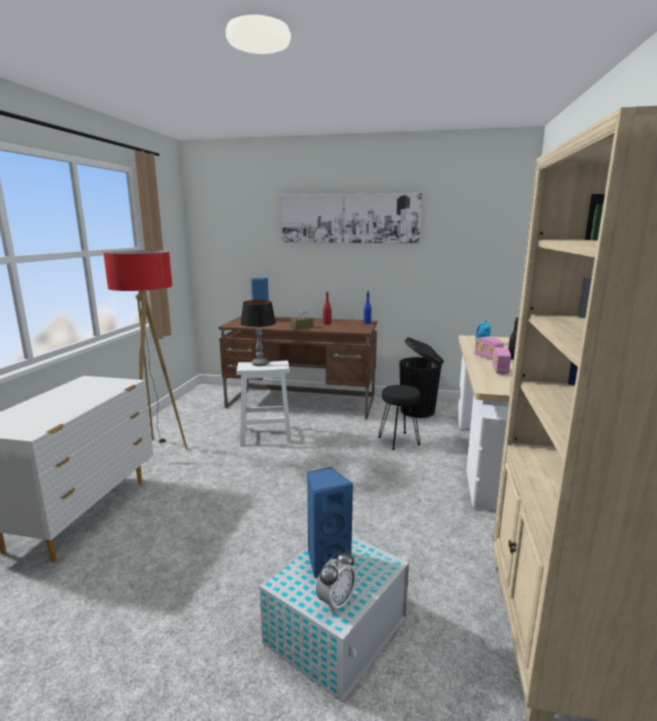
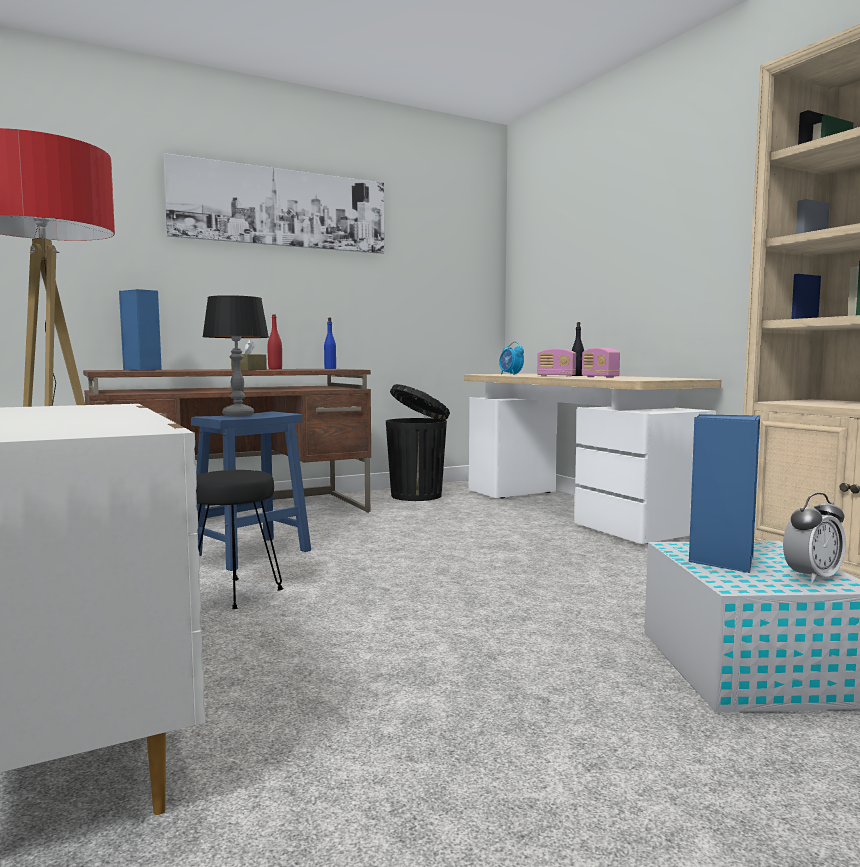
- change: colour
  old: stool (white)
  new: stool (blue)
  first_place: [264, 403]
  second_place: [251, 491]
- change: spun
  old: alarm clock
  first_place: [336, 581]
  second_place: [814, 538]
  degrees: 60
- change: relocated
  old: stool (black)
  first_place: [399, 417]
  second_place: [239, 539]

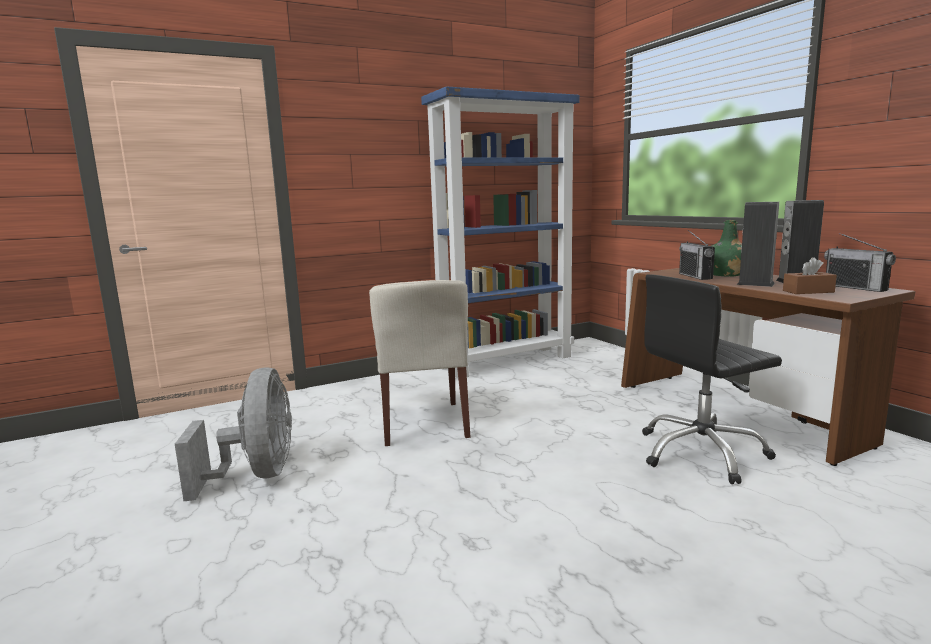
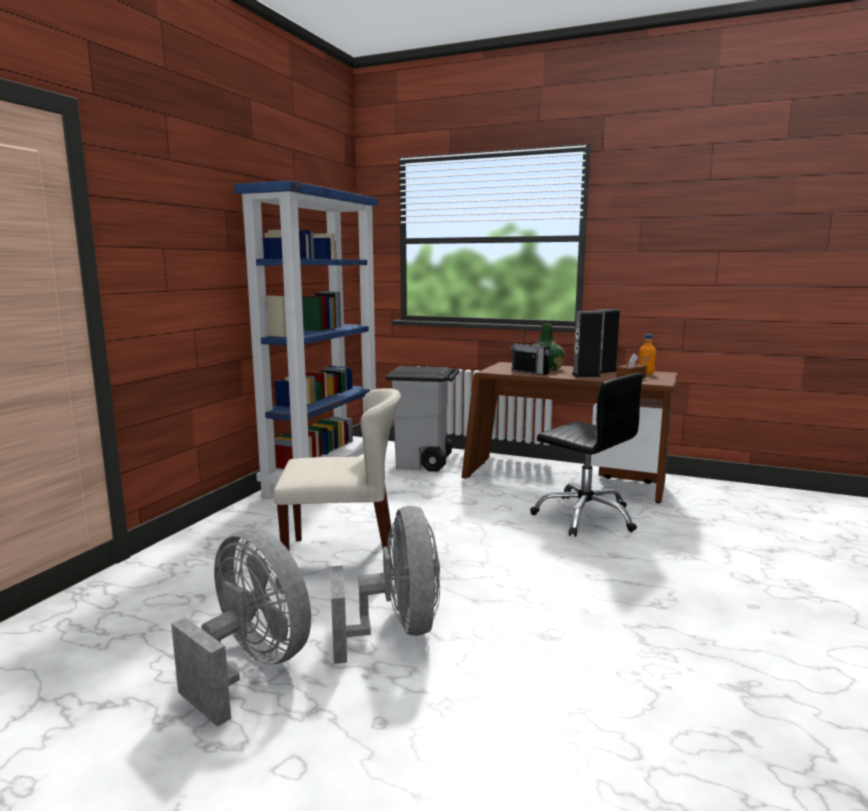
- change: spun
  old: chair (beige)
  first_place: [419, 363]
  second_place: [337, 478]
  degrees: -45
- change: spun
  old: office chair (black)
  first_place: [712, 379]
  second_place: [587, 455]
  degrees: -75
- change: exchanged
  old: radio
  new: bottle (orange)
  first_place: [860, 262]
  second_place: [647, 354]
- change: appeared
  new: fan (grey)
  second_place: [385, 585]
- change: appeared
  new: trash can (grey)
  second_place: [422, 419]

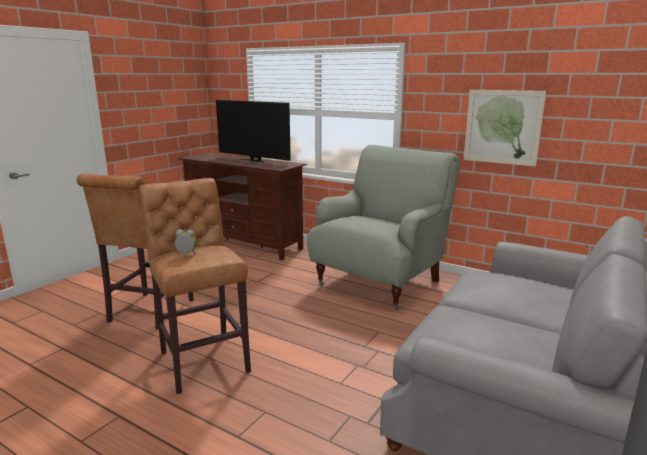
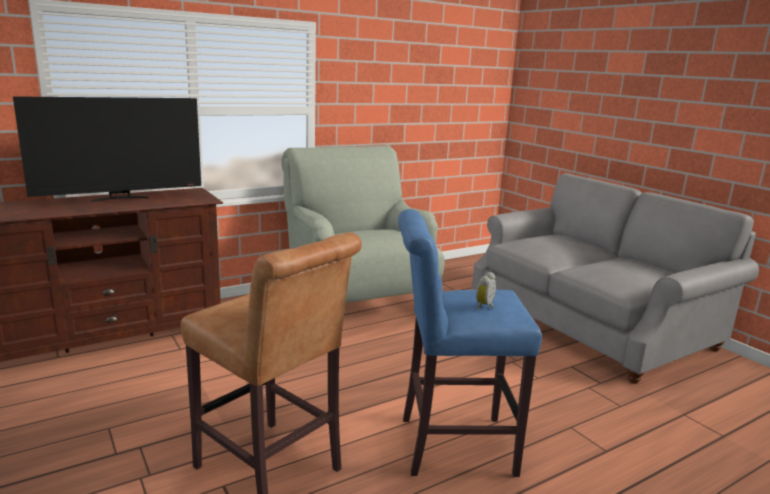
- change: colour
  old: stool (brown)
  new: stool (blue)
  first_place: [195, 286]
  second_place: [470, 343]
- change: missing
  old: picture
  first_place: [505, 128]

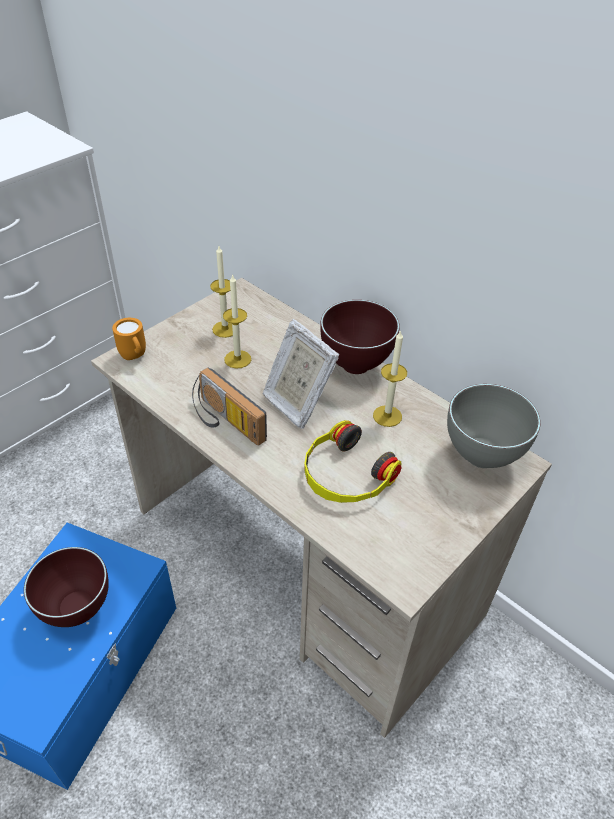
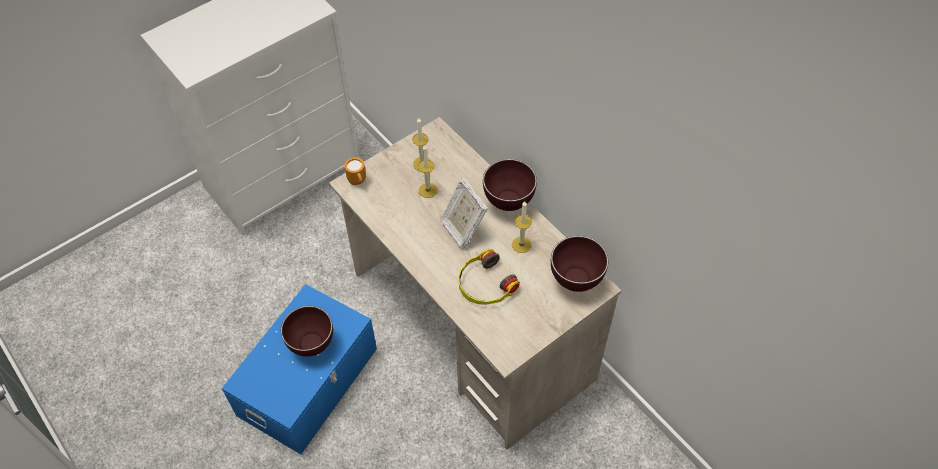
- change: missing
  old: radio
  first_place: [229, 406]
- change: colour
  old: bowl (grey)
  new: bowl (brown)
  first_place: [494, 426]
  second_place: [579, 264]

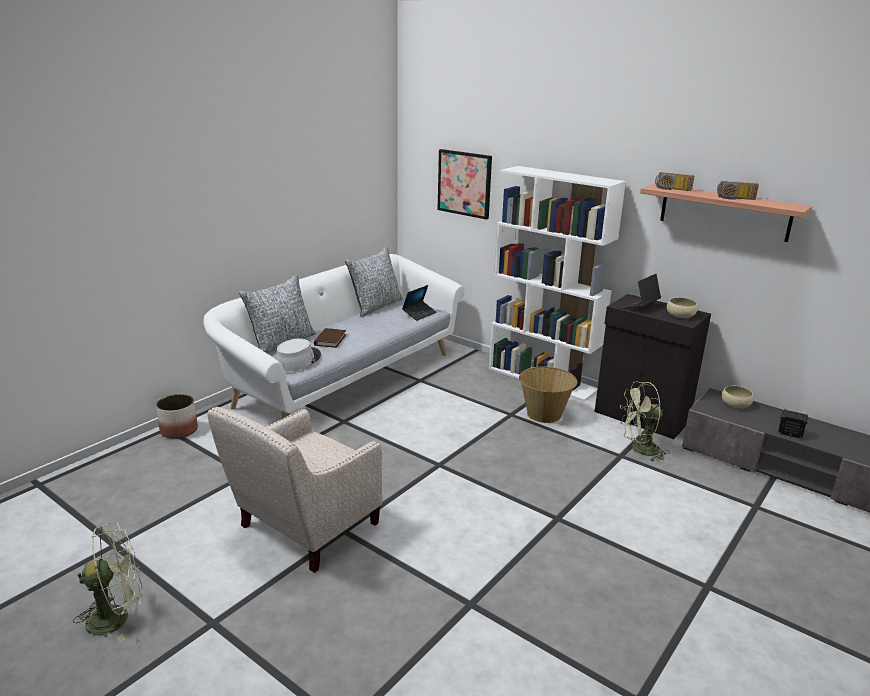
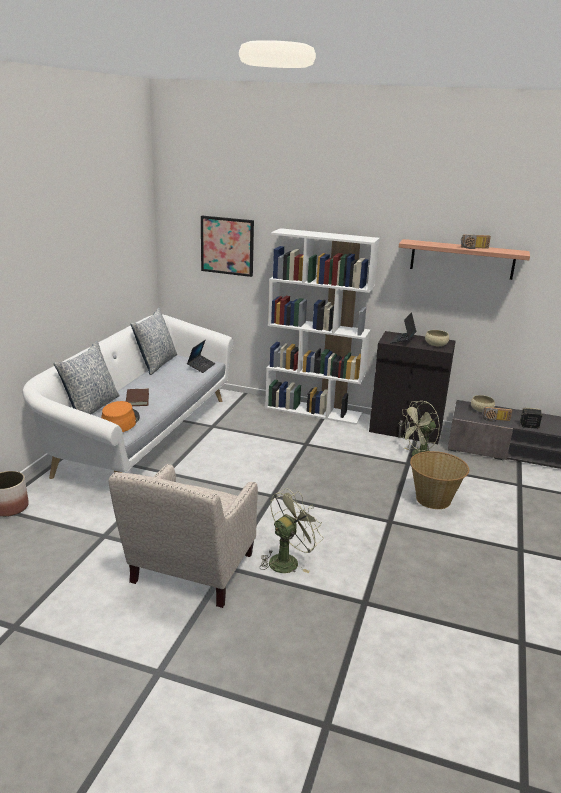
- change: relocated
  old: fan (green)
  first_place: [108, 582]
  second_place: [292, 530]
- change: colour
  old: hat (grey)
  new: hat (orange)
  first_place: [298, 354]
  second_place: [120, 416]
- change: relocated
  old: basket
  first_place: [548, 394]
  second_place: [439, 480]
- change: relocated
  old: radio
  first_place: [674, 181]
  second_place: [497, 414]

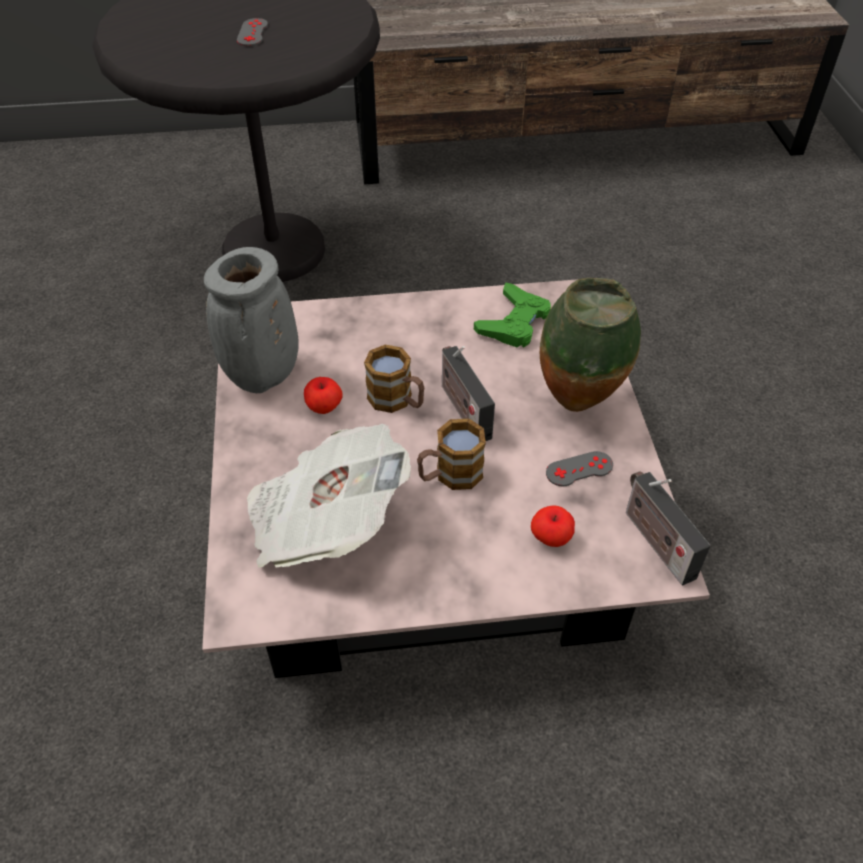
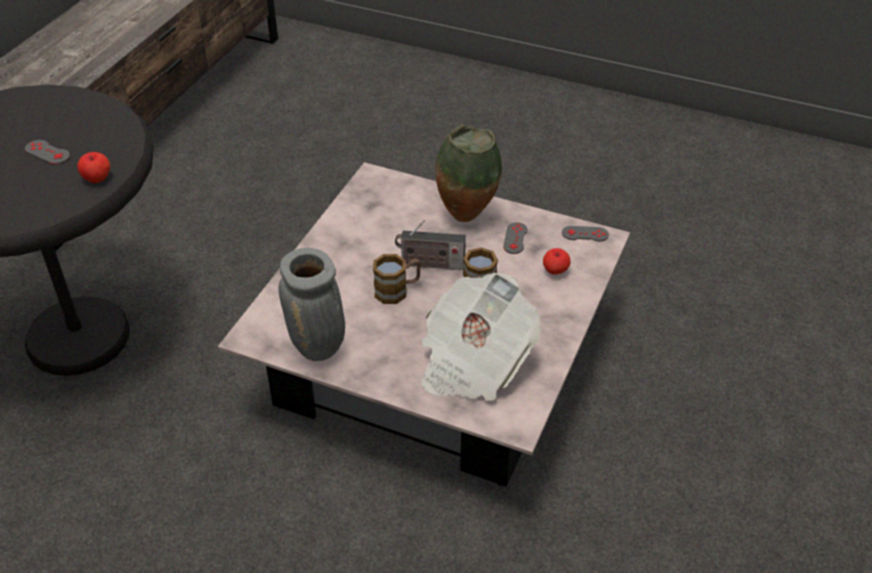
- change: relocated
  old: apple
  first_place: [323, 395]
  second_place: [93, 167]
- change: missing
  old: game controller (green)
  first_place: [512, 315]
- change: exchanged
  old: radio
  new: game controller (grey)
  first_place: [668, 528]
  second_place: [585, 233]

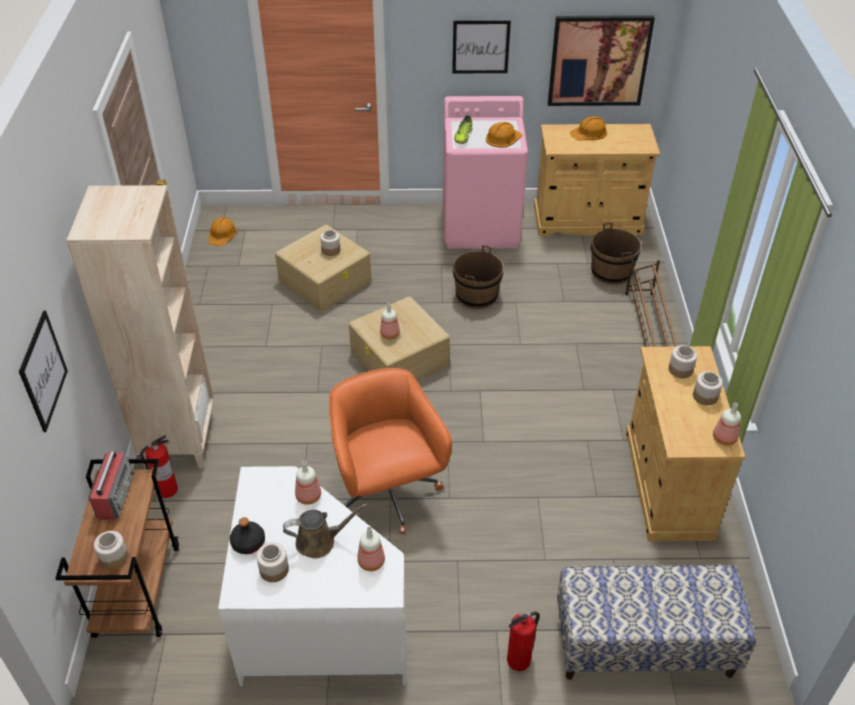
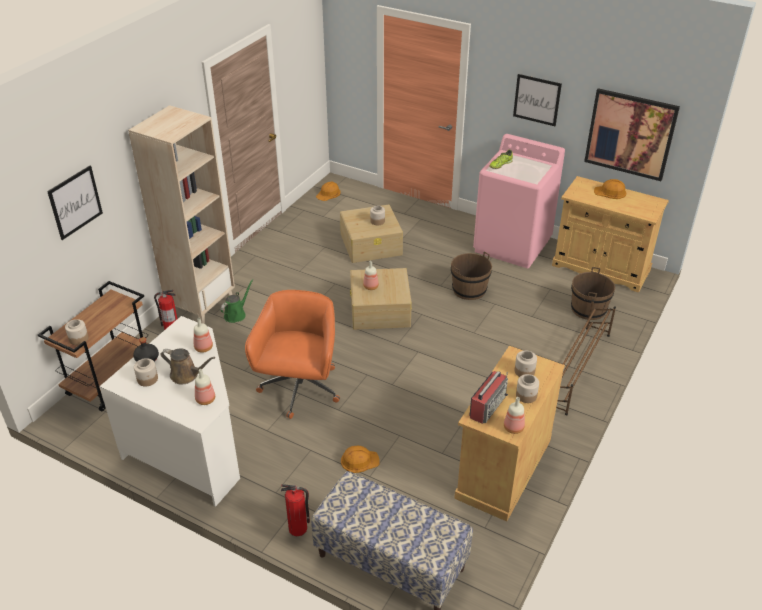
- change: relocated
  old: radio
  first_place: [112, 484]
  second_place: [488, 397]
- change: relocated
  old: hard hat (orange)
  first_place: [504, 135]
  second_place: [360, 459]
- change: appeared
  new: watering can (green)
  second_place: [236, 301]

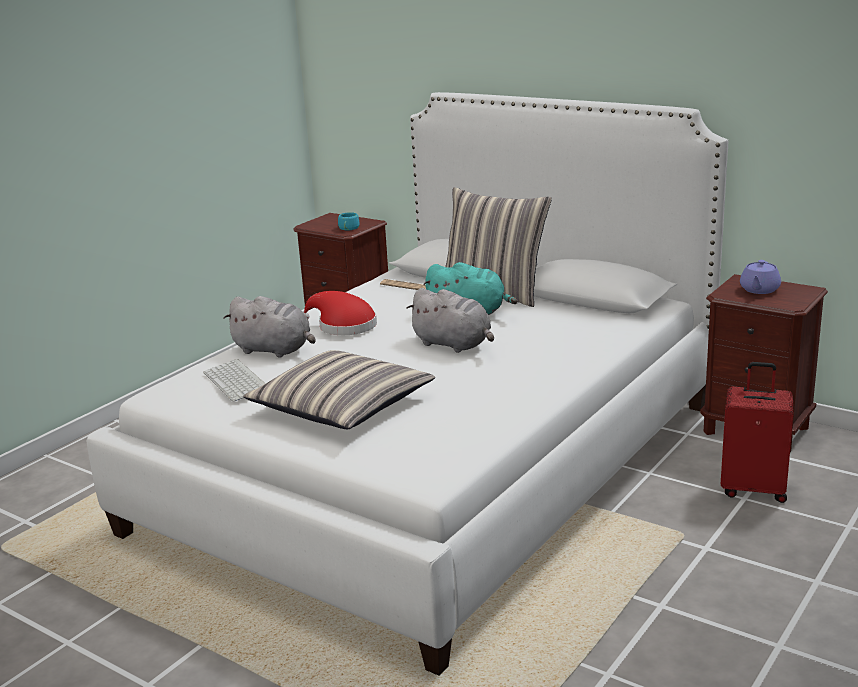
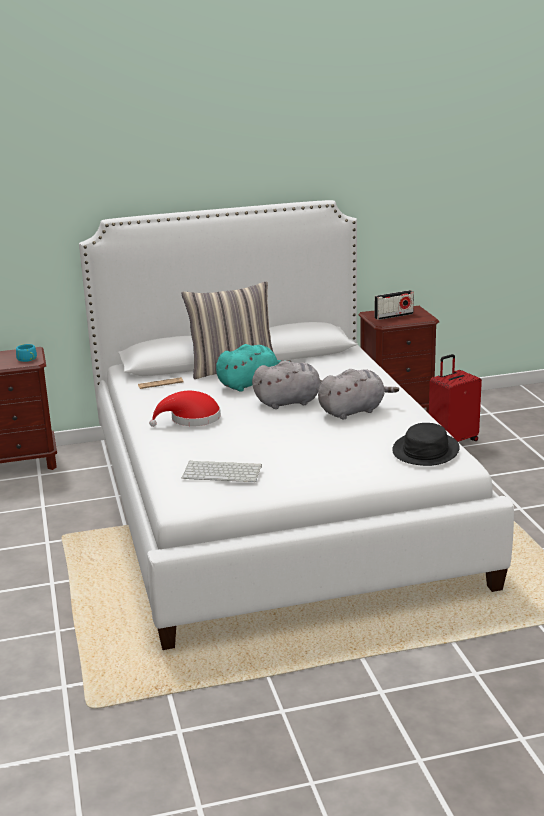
- change: relocated
  old: plush toy (grey)
  first_place: [269, 327]
  second_place: [358, 394]
- change: missing
  old: pillow
  first_place: [339, 390]
- change: exchanged
  old: teapot (purple)
  new: radio
  first_place: [760, 277]
  second_place: [394, 305]
- change: appeared
  new: hat (black)
  second_place: [426, 444]

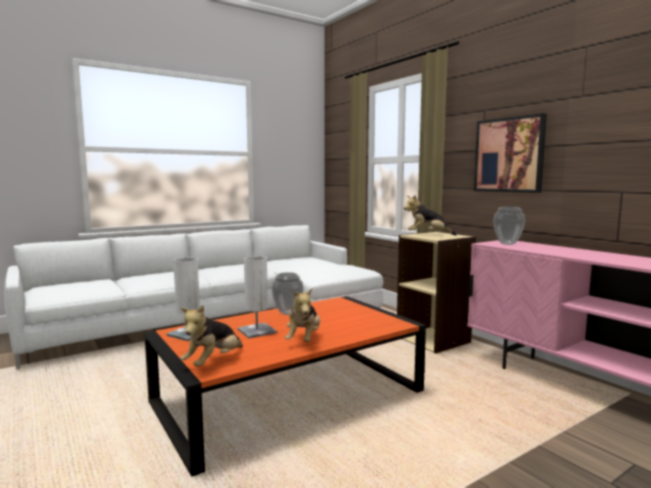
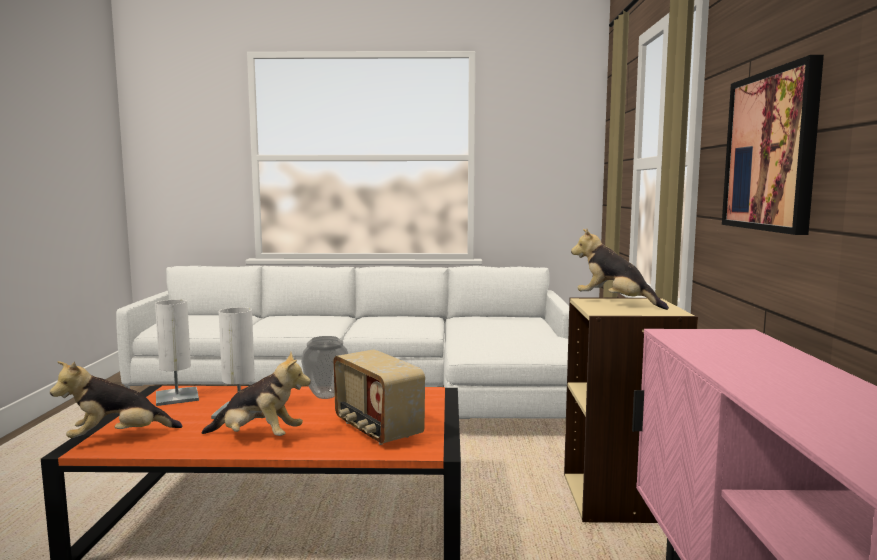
- change: spun
  old: plush toy
  first_place: [302, 315]
  second_place: [256, 394]
  degrees: -120
- change: missing
  old: vase
  first_place: [509, 225]
- change: appeared
  new: radio
  second_place: [379, 397]

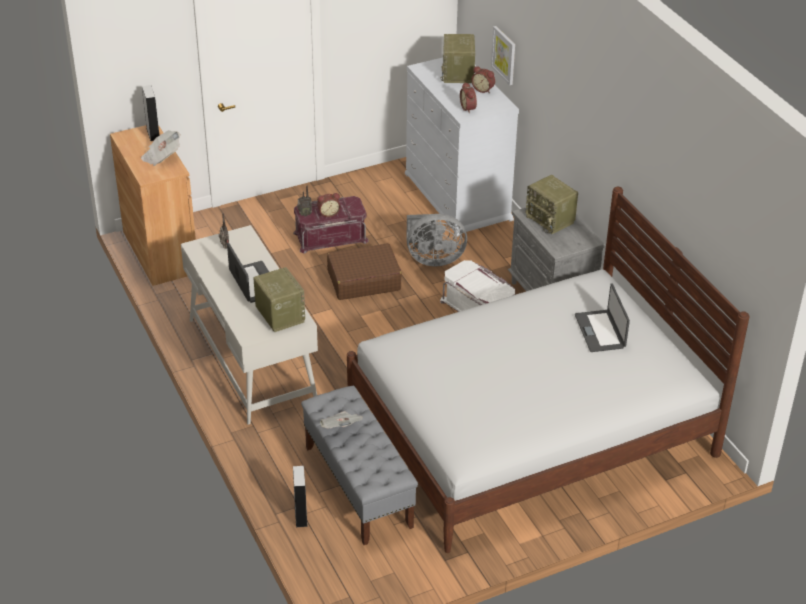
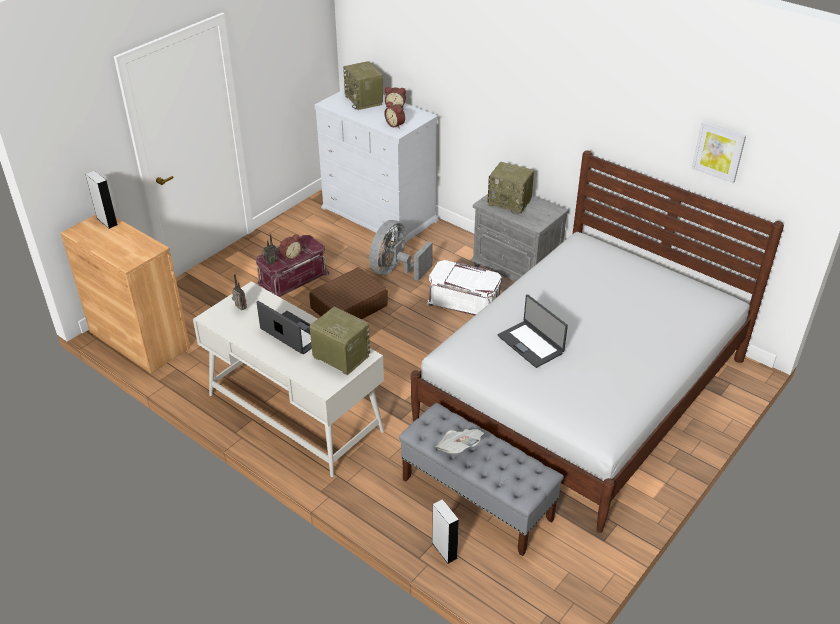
- change: missing
  old: newspaper
  first_place: [161, 148]
- change: spun
  old: fan (grey)
  first_place: [436, 240]
  second_place: [401, 250]
  degrees: 150
- change: relocated
  old: picture
  first_place: [503, 55]
  second_place: [719, 152]
- change: relocated
  old: laptop
  first_place: [602, 318]
  second_place: [533, 331]

